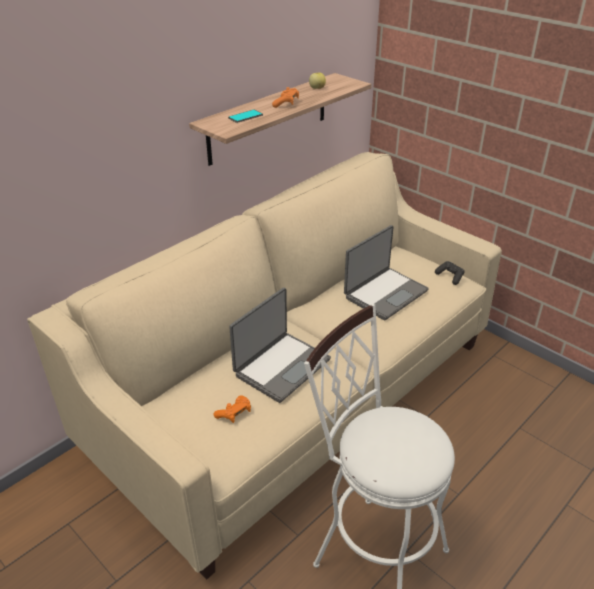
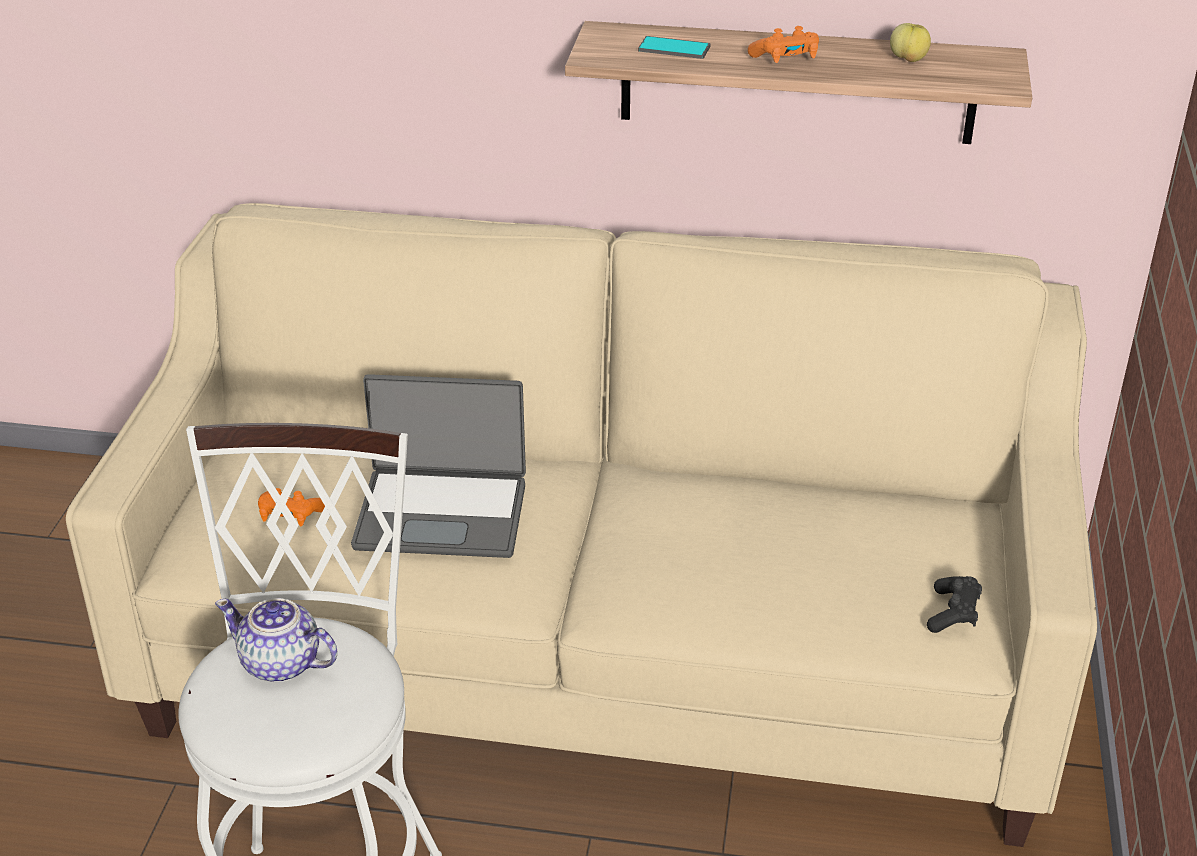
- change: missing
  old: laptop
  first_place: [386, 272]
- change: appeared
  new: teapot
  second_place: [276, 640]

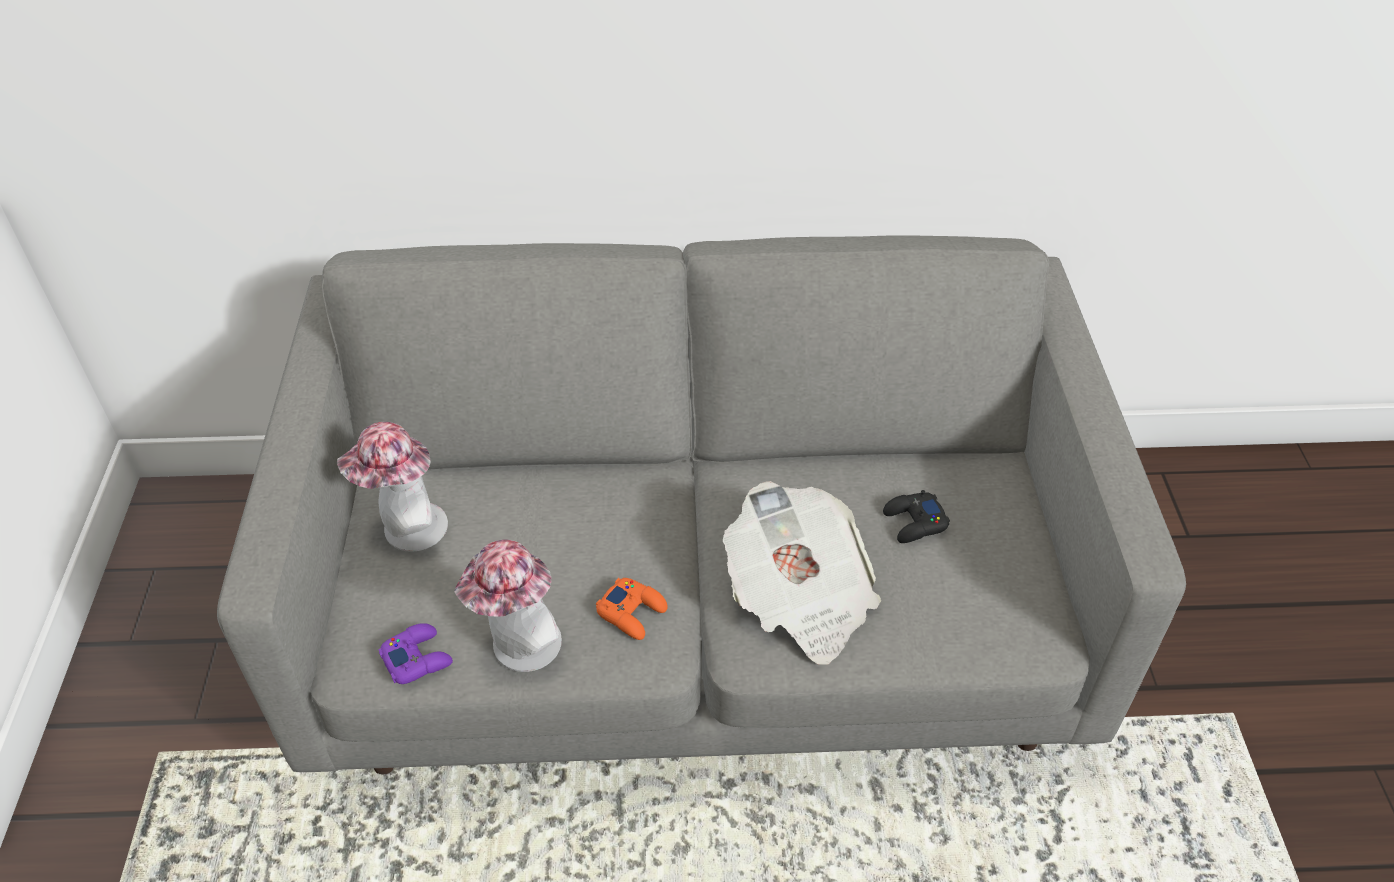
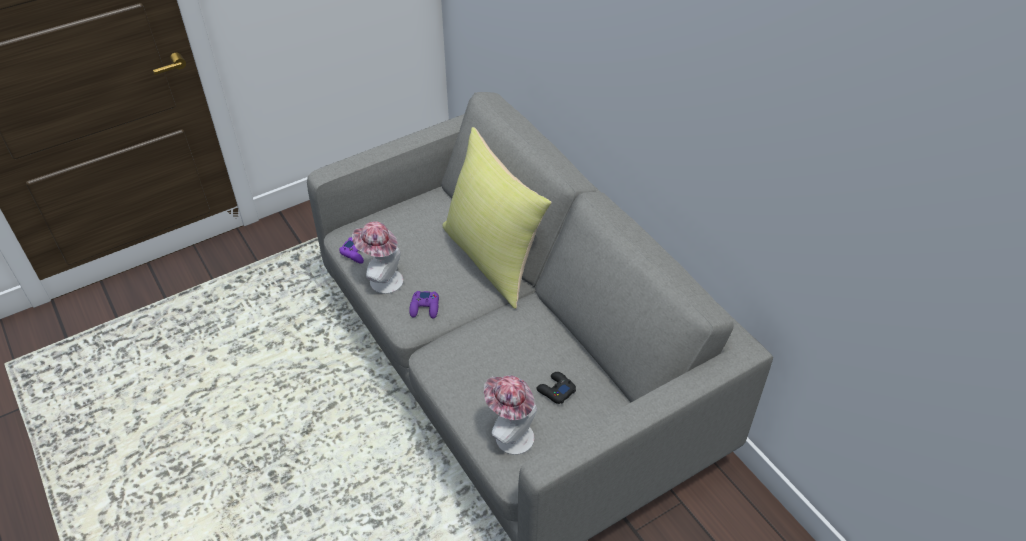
- change: relocated
  old: hat
  first_place: [392, 487]
  second_place: [510, 415]
- change: colour
  old: game controller (orange)
  new: game controller (purple)
  first_place: [632, 609]
  second_place: [424, 304]
- change: missing
  old: newspaper
  first_place: [802, 572]
- change: appeared
  new: pillow (yellow)
  second_place: [496, 218]

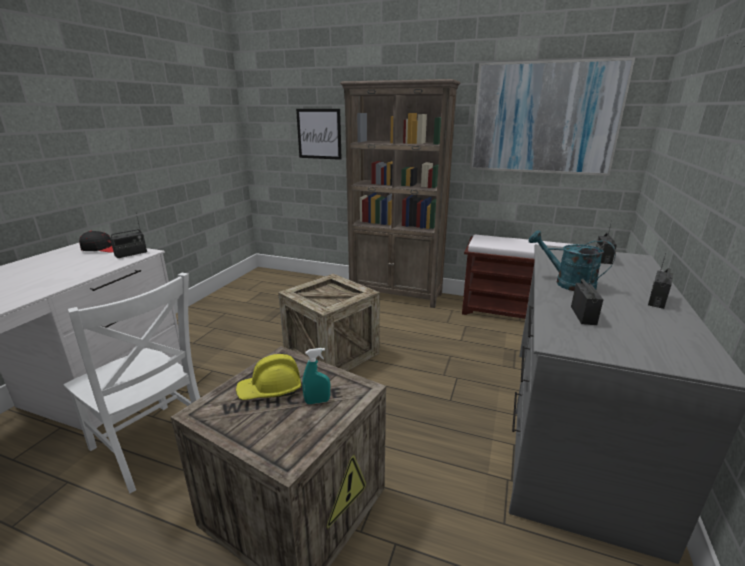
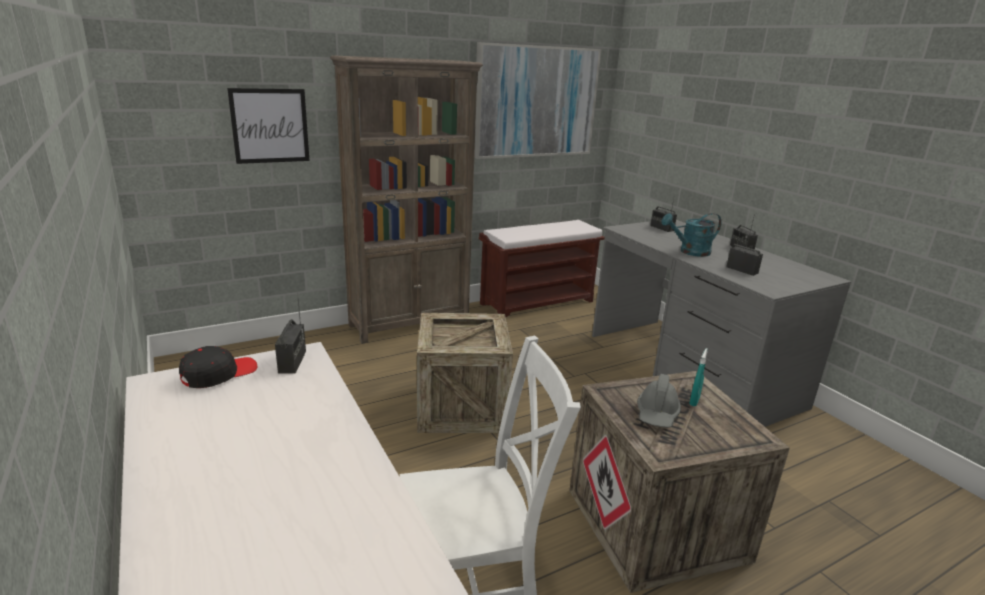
- change: colour
  old: hard hat (yellow)
  new: hard hat (grey)
  first_place: [268, 377]
  second_place: [659, 401]

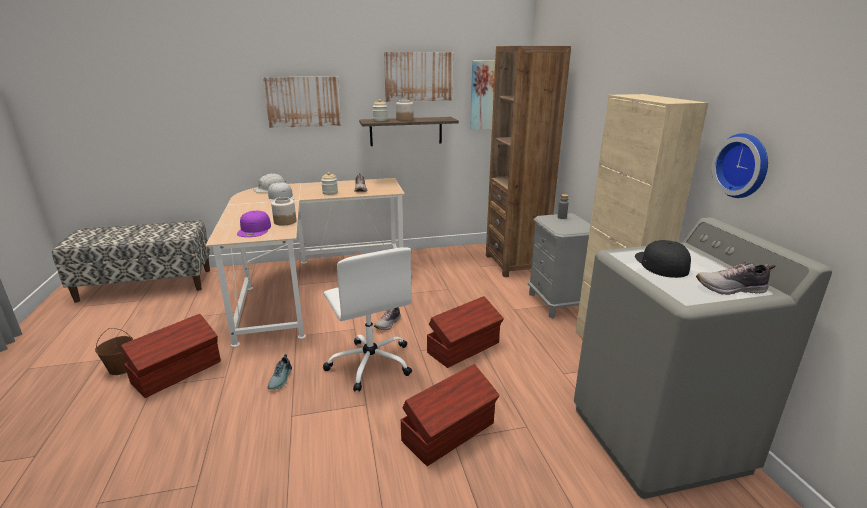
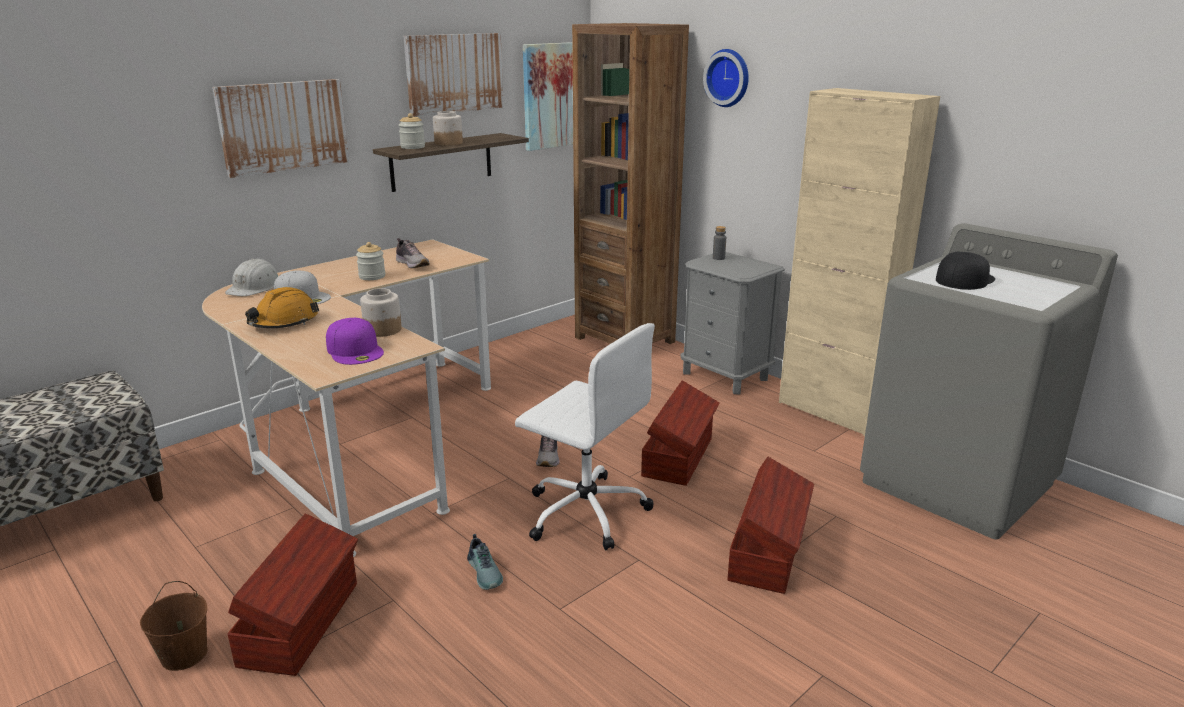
- change: spun
  old: cap (black)
  first_place: [663, 259]
  second_place: [965, 270]
  degrees: 75
- change: missing
  old: shoe
  first_place: [735, 278]
- change: relocated
  old: wall clock
  first_place: [740, 165]
  second_place: [726, 78]
- change: appeared
  new: hard hat (orange)
  second_place: [282, 307]

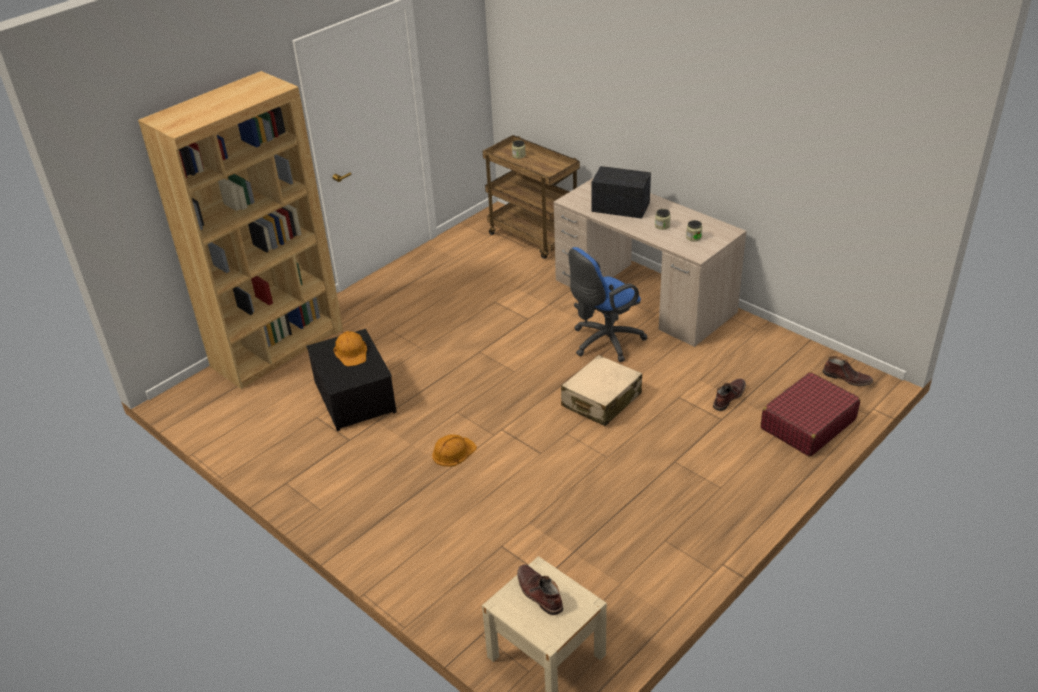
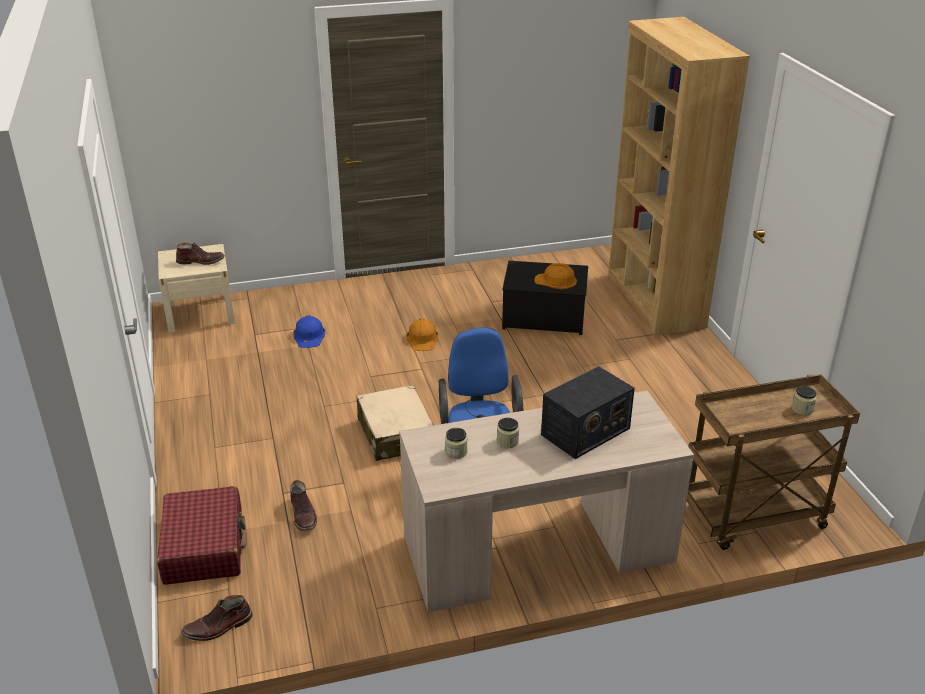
- change: appeared
  new: hard hat (blue)
  second_place: [309, 331]

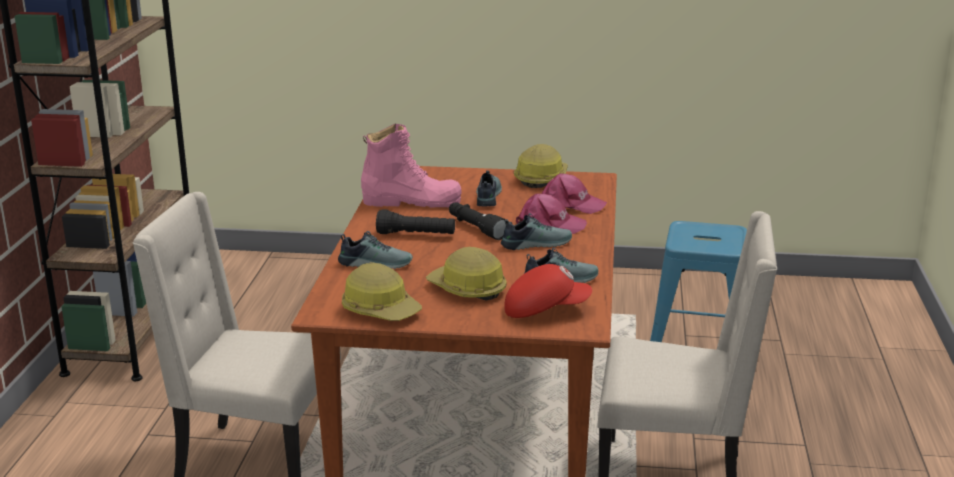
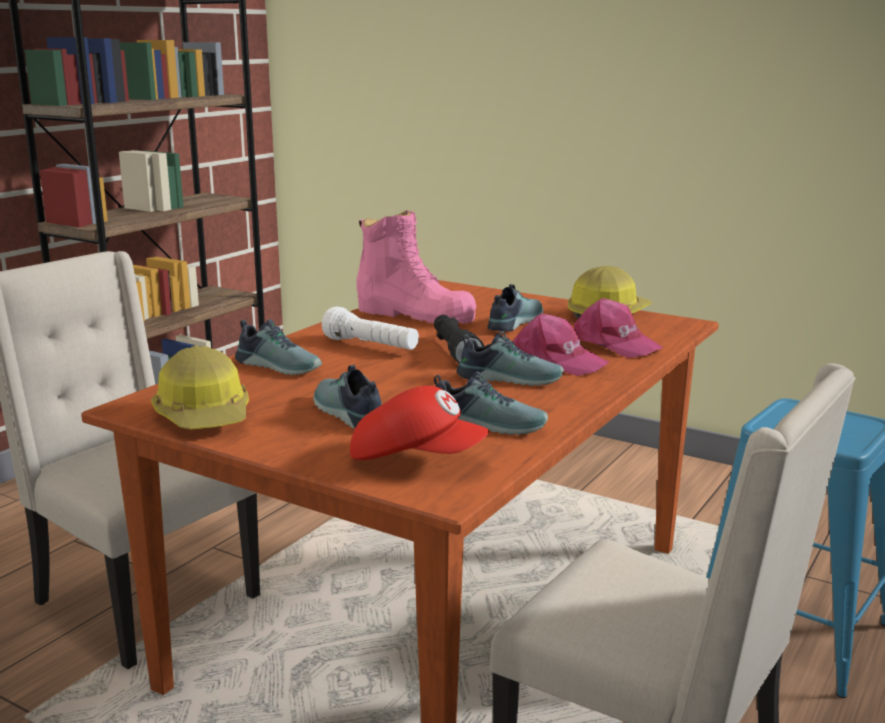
- change: colour
  old: flashlight (black)
  new: flashlight (white)
  first_place: [415, 221]
  second_place: [370, 328]
- change: exchanged
  old: hard hat
  new: shoe
  first_place: [466, 274]
  second_place: [348, 396]

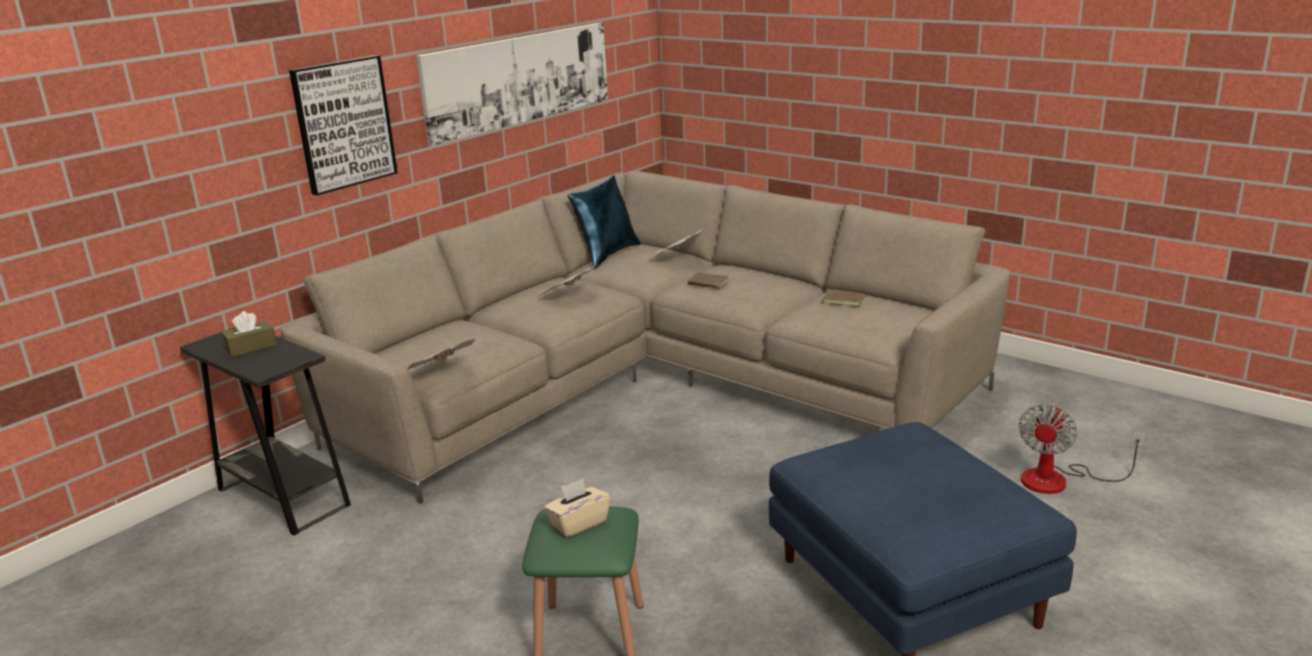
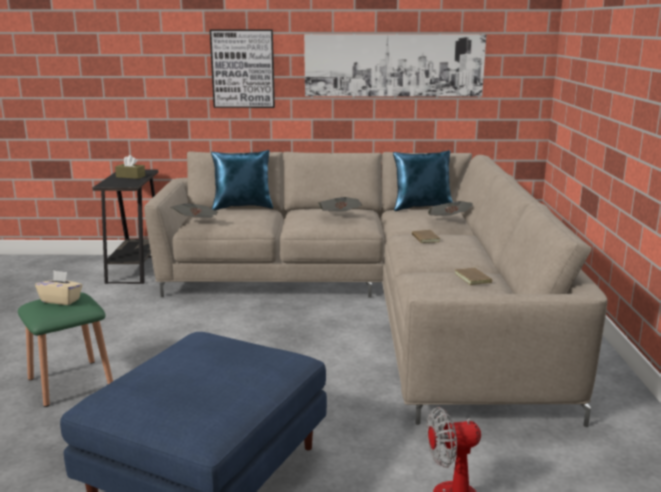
- change: appeared
  new: pillow (blue)
  second_place: [242, 180]

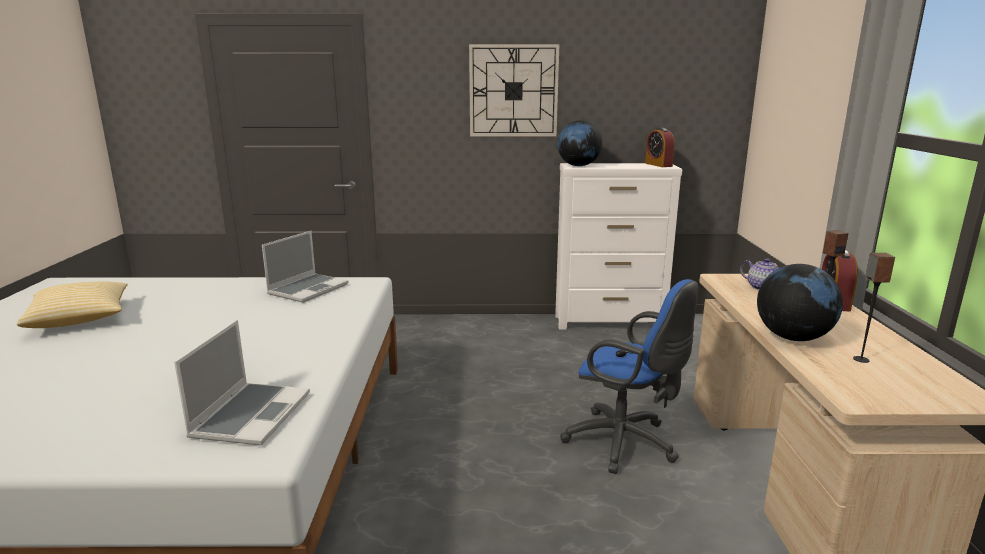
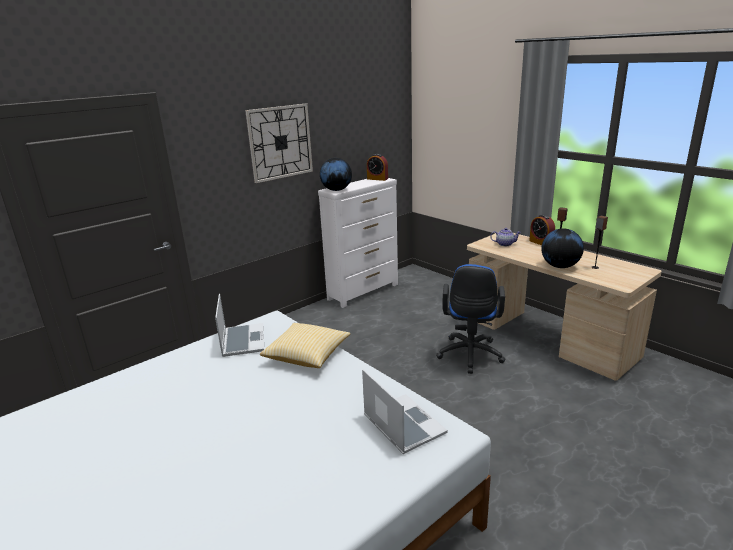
- change: relocated
  old: pillow
  first_place: [72, 304]
  second_place: [305, 345]
- change: spun
  old: office chair (blue)
  first_place: [629, 376]
  second_place: [470, 319]
  degrees: 105

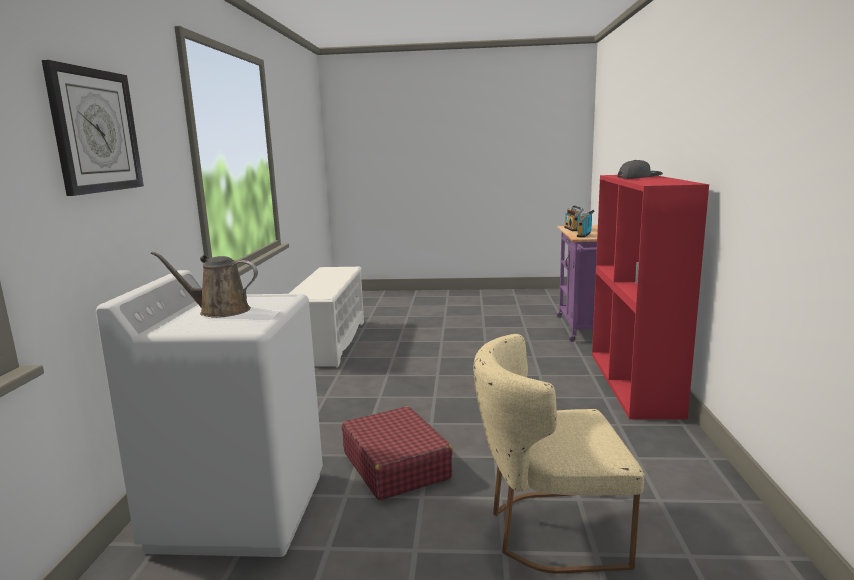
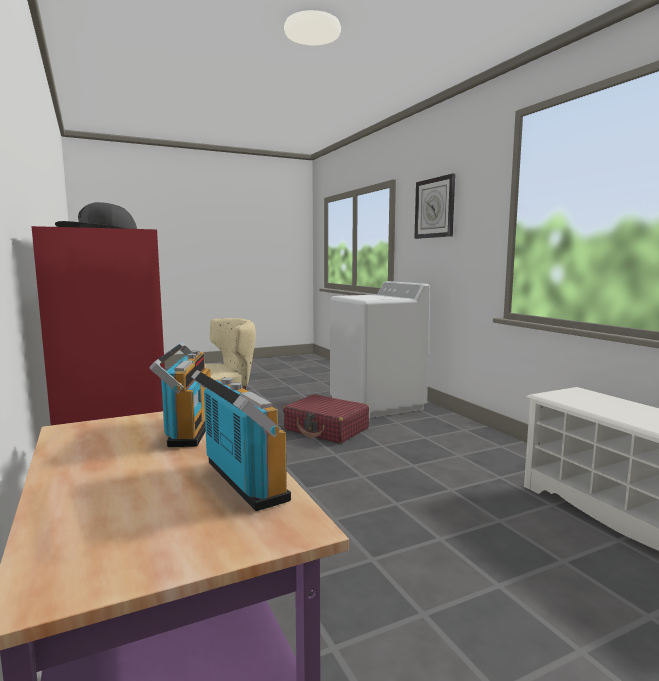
- change: missing
  old: watering can (brown)
  first_place: [204, 284]

